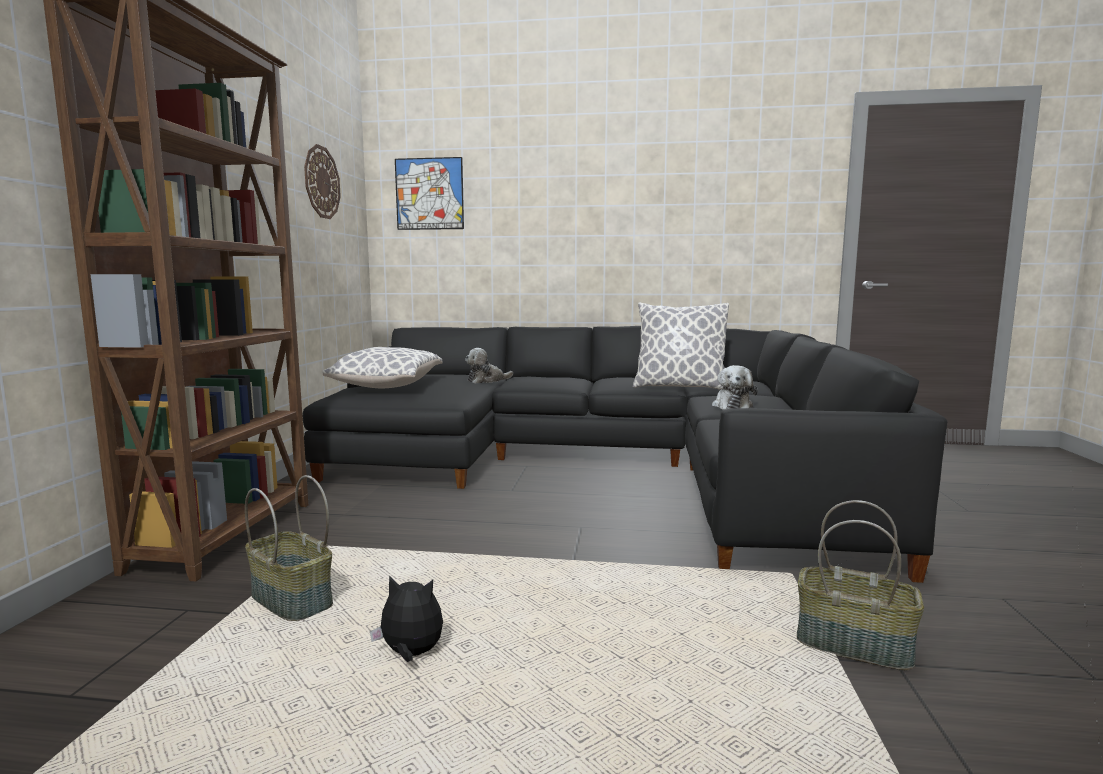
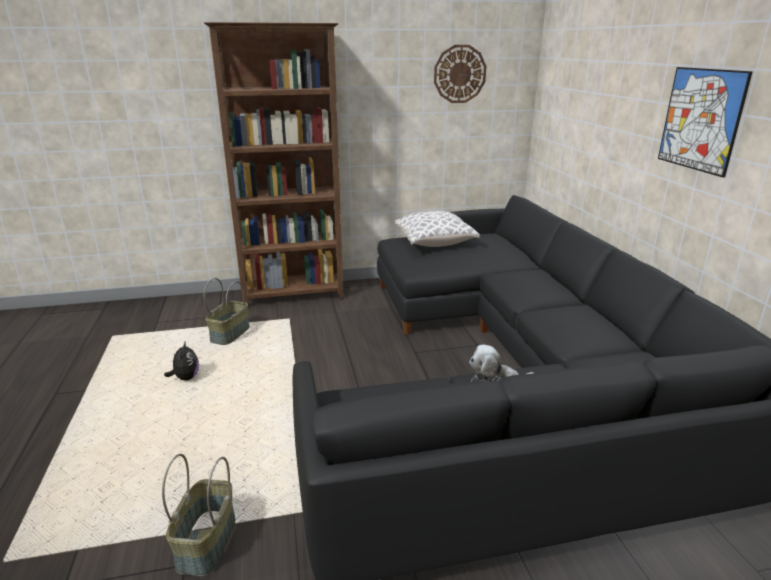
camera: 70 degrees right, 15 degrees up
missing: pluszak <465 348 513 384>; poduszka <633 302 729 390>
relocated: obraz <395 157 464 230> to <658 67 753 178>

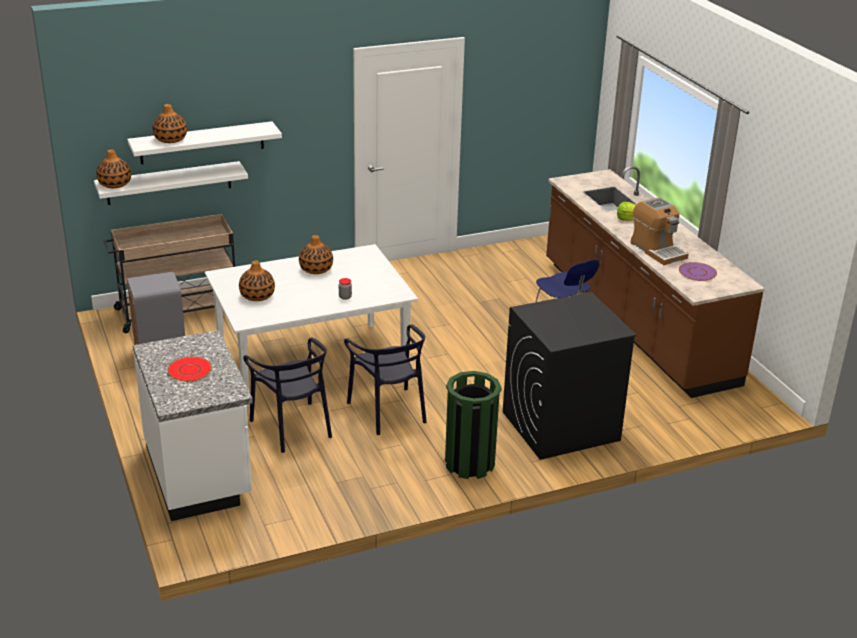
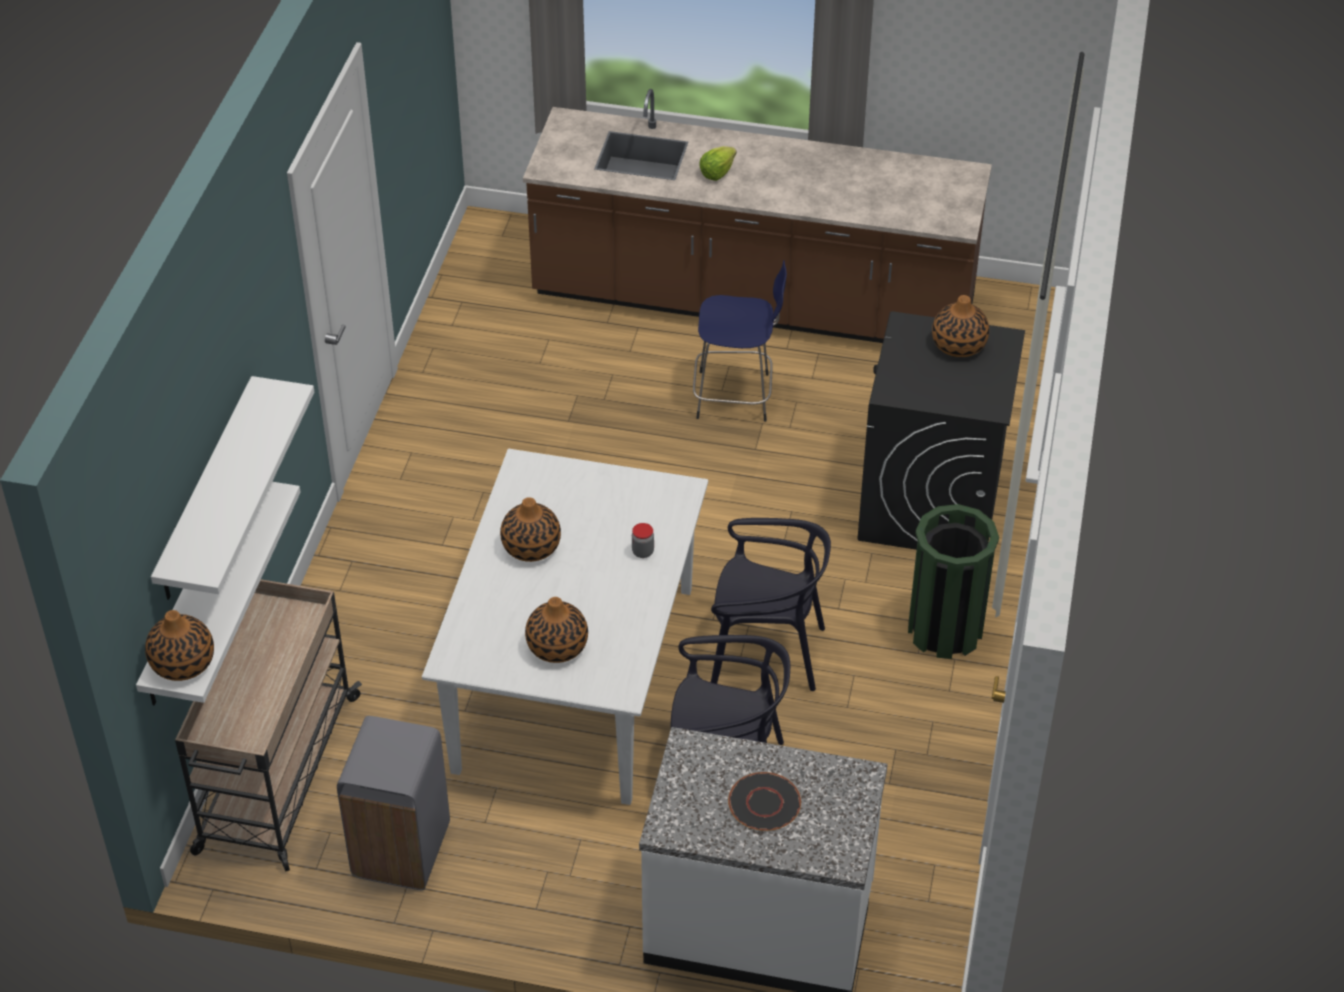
camera: 55 degrees left, 15 degrees up
missing: ekspres do kawy <630 197 689 265>; talerz [fioletowy] <679 262 717 281>
relocated: wazon <153 104 187 143> to <932 295 989 357>
colour: talerz [czerwony] <167 357 212 381> to talerz [czarny] <728 772 801 831>

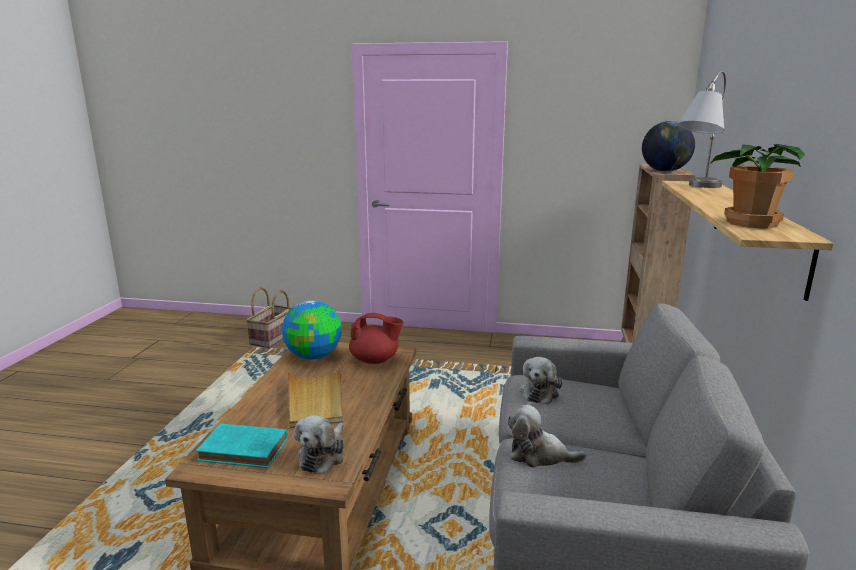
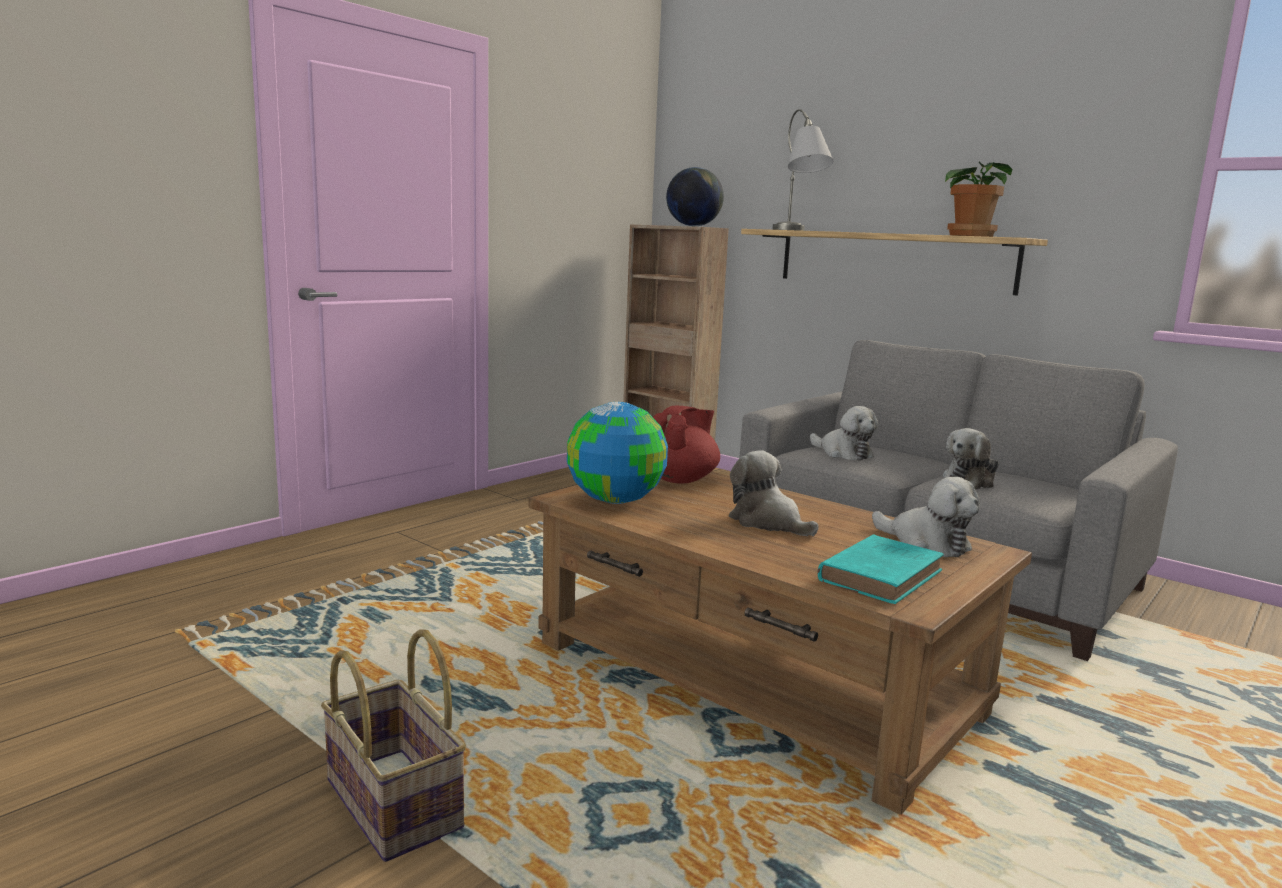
camera: 60 degrees left, 5 degrees down
relocated: koszyk <246 287 293 348> to <321 629 467 862>
exchanged: taca [beżowy] <288 367 343 428> to pluszak <729 450 819 536>

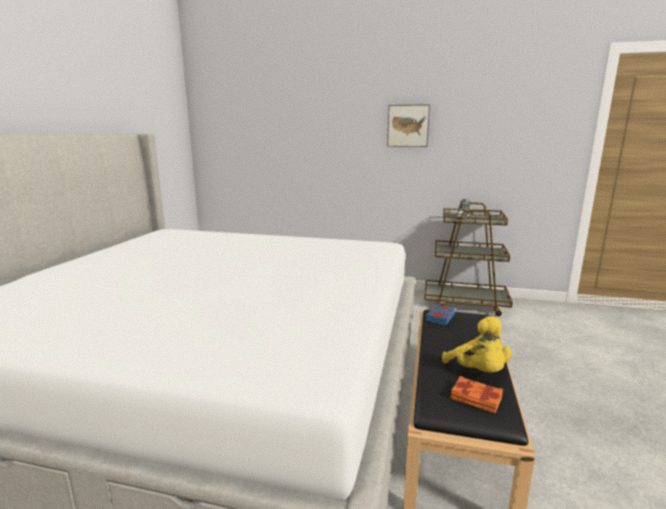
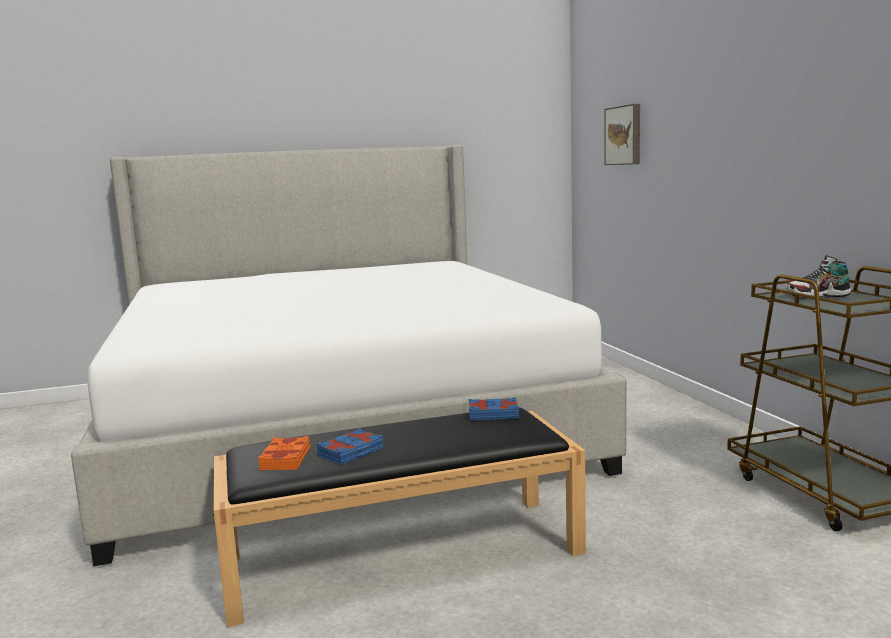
camera: 60 degrees right, 5 degrees down
relocated: obraz <387 104 430 147> to <605 104 640 165>
exchanged: pluszak [żółty] <442 316 512 373> to książka [niebieski] <317 428 383 465>

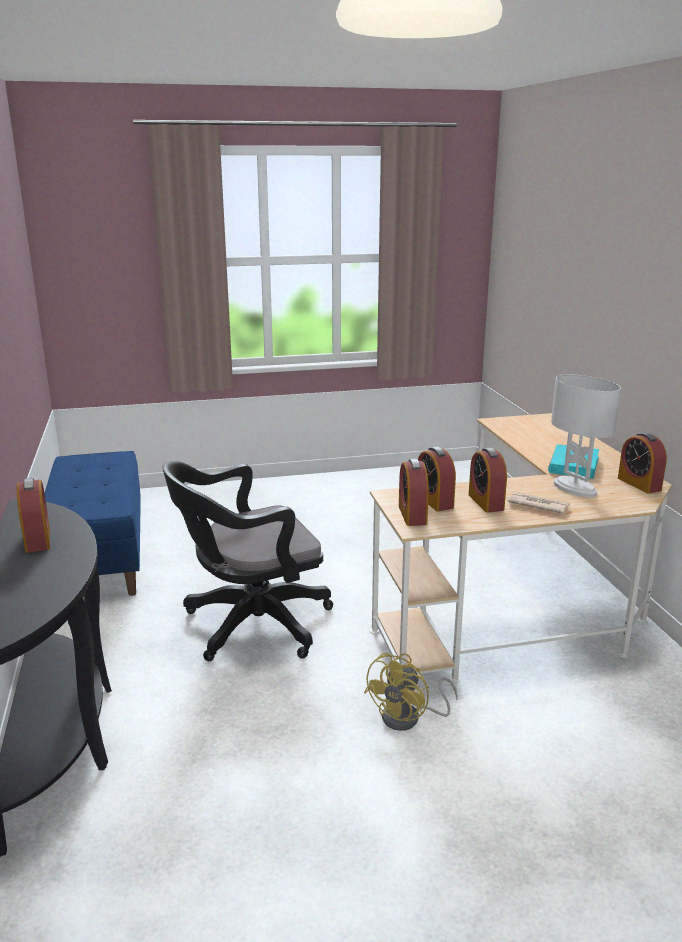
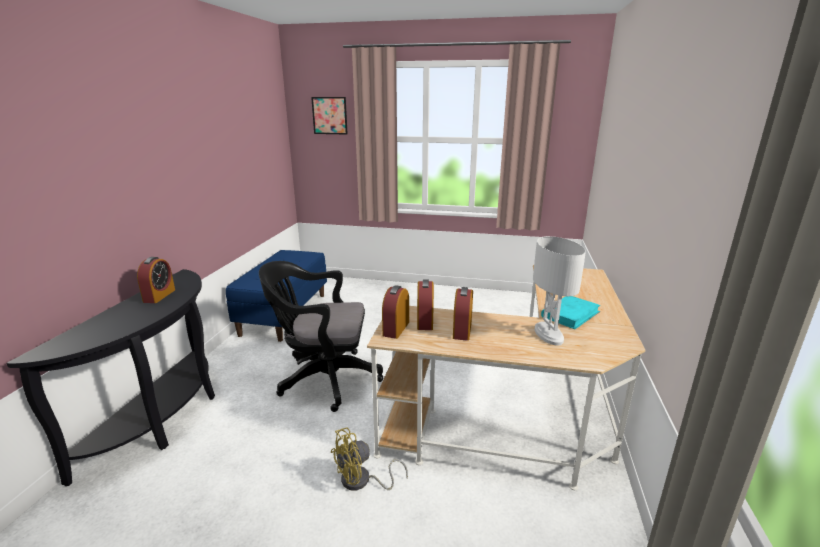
camera: 25 degrees right, 0 degrees up
missing: gazeta <508 492 570 514>; budzik <618 432 667 494>
appeared: obraz <311 97 348 134>

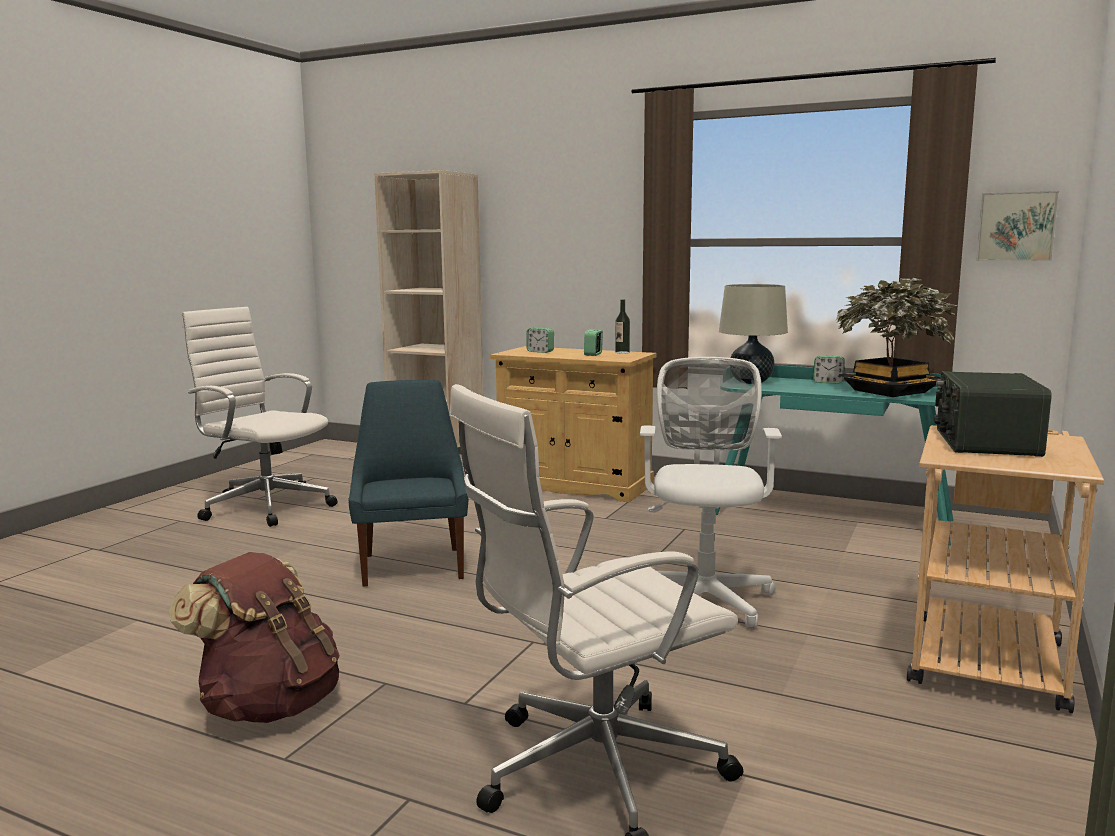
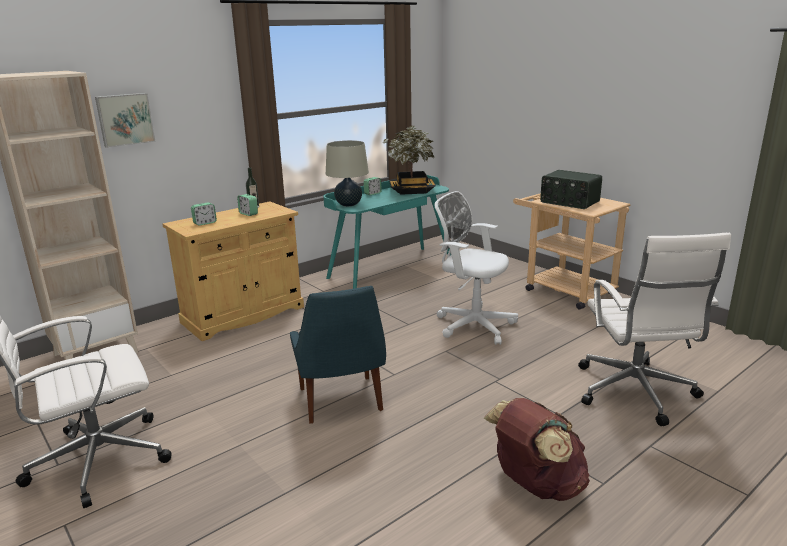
camera: 65 degrees left, 10 degrees up
relocated: obraz <976 191 1059 261> to <95 93 155 148>
spun: krzesło [niebieski] <348 380 469 587> = <290 286 386 424> 120 degrees counterclockwise

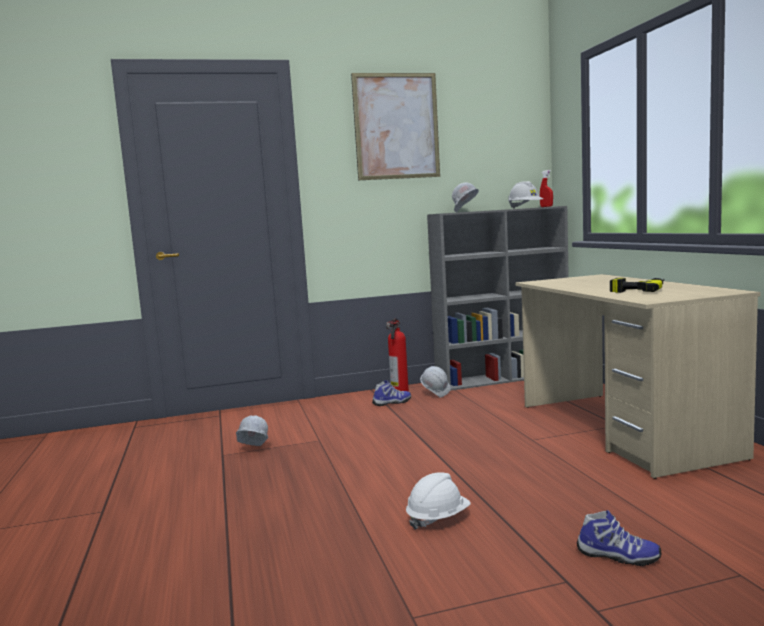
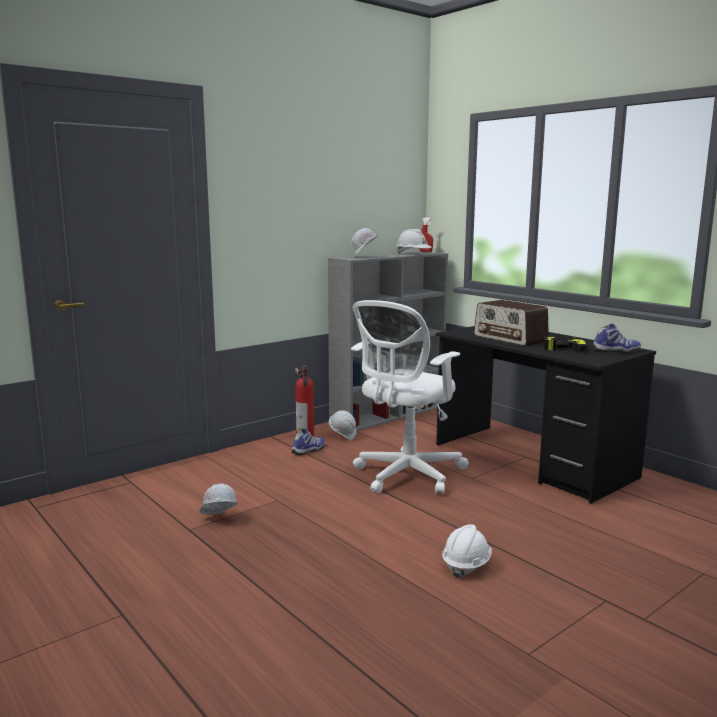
camera: 25 degrees left, 5 degrees up
missing: obraz <351 73 440 180>
appeared: krzesło biurowe [biały] <351 300 469 495>; radio <474 300 549 346>
relocated: but <577 510 661 566> to <592 324 641 353>
colour: biurko [beżowy] <516 274 761 479> to biurko [czarny] <436 326 656 504>

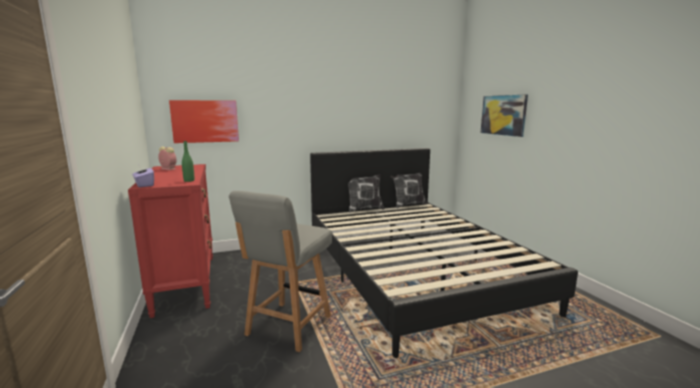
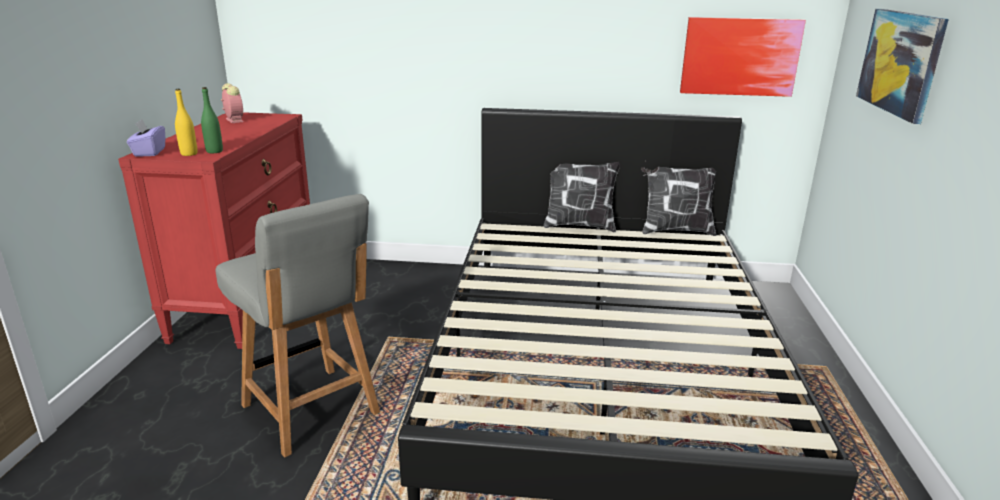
camera: 25 degrees right, 10 degrees up
appeared: butelka [żółty] <175 89 198 156>
relocated: obraz <169 100 239 143> to <680 17 806 97>
spun: krzesło [szary] <229 191 332 352> = <215 194 380 457> 90 degrees counterclockwise

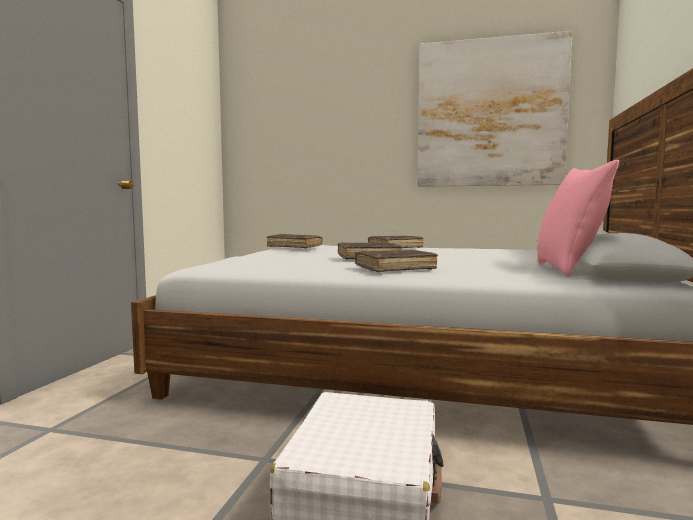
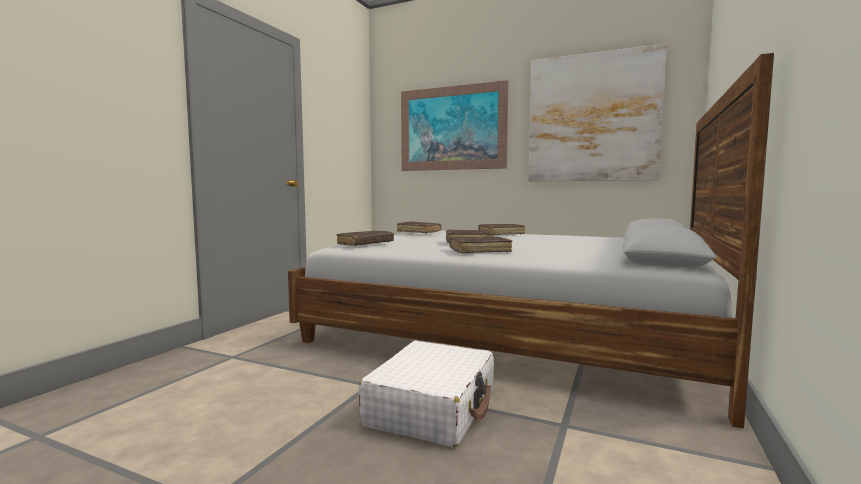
camera: 10 degrees right, 0 degrees up
missing: poduszka [różowy] <537 160 619 277>
appeared: książka [brązowy] <337 230 394 246>; obraz <401 80 508 171>

